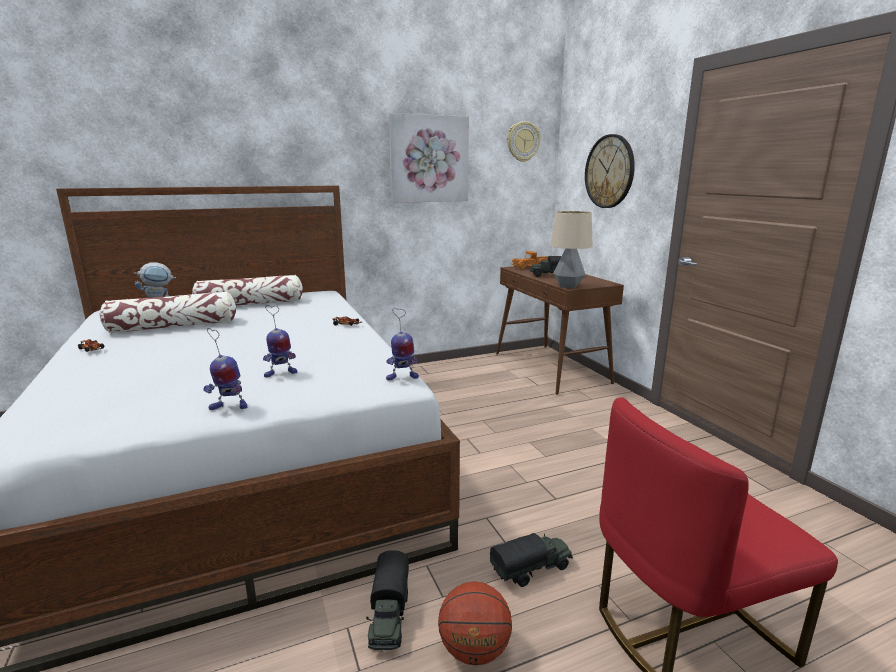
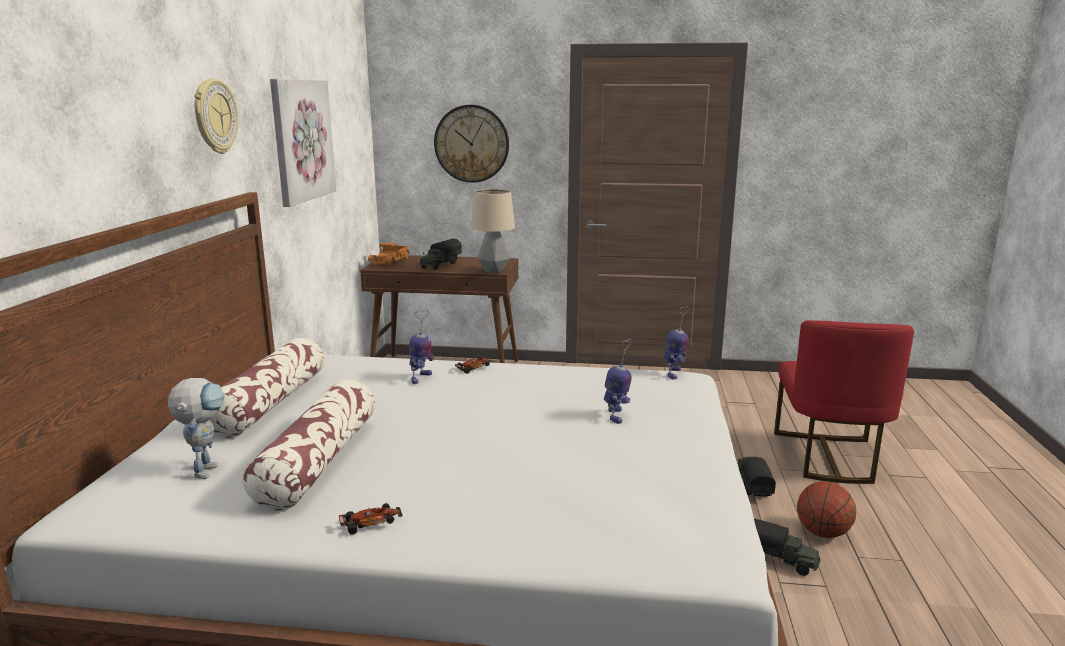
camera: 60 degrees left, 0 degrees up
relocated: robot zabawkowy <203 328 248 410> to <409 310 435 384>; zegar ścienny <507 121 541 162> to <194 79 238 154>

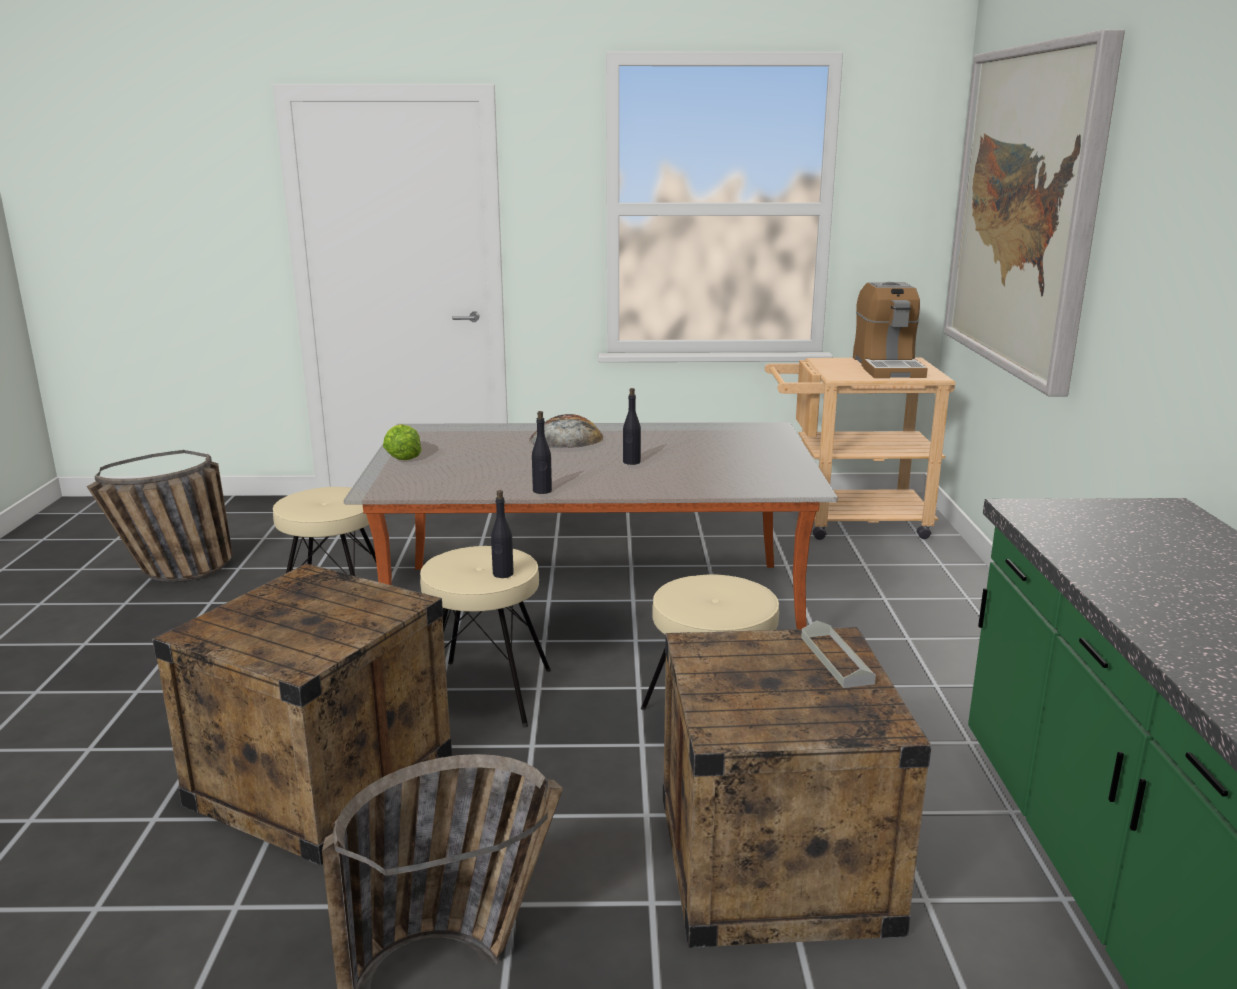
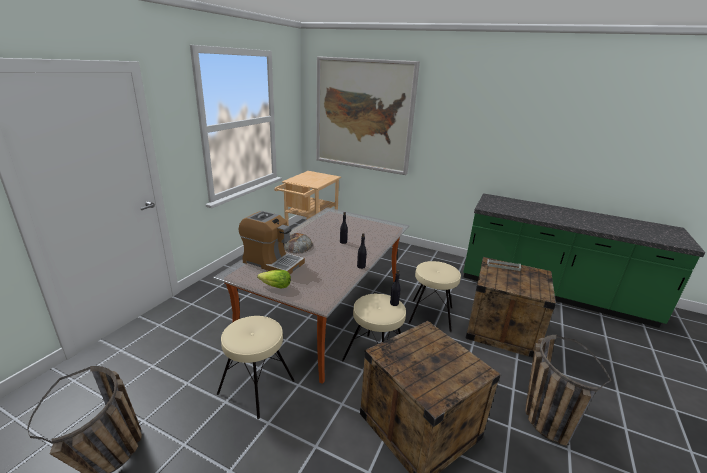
camera: 65 degrees left, 5 degrees up
relocated: ekspres do kawy <853 282 928 378> to <239 211 305 274>

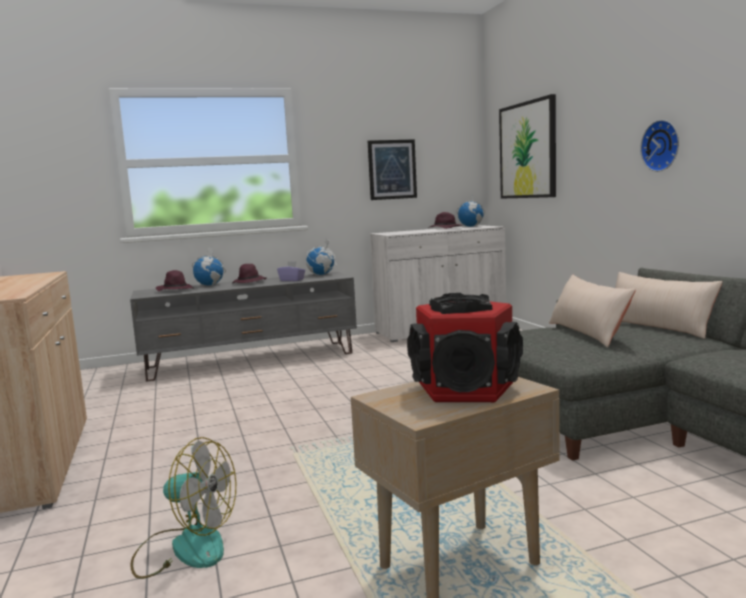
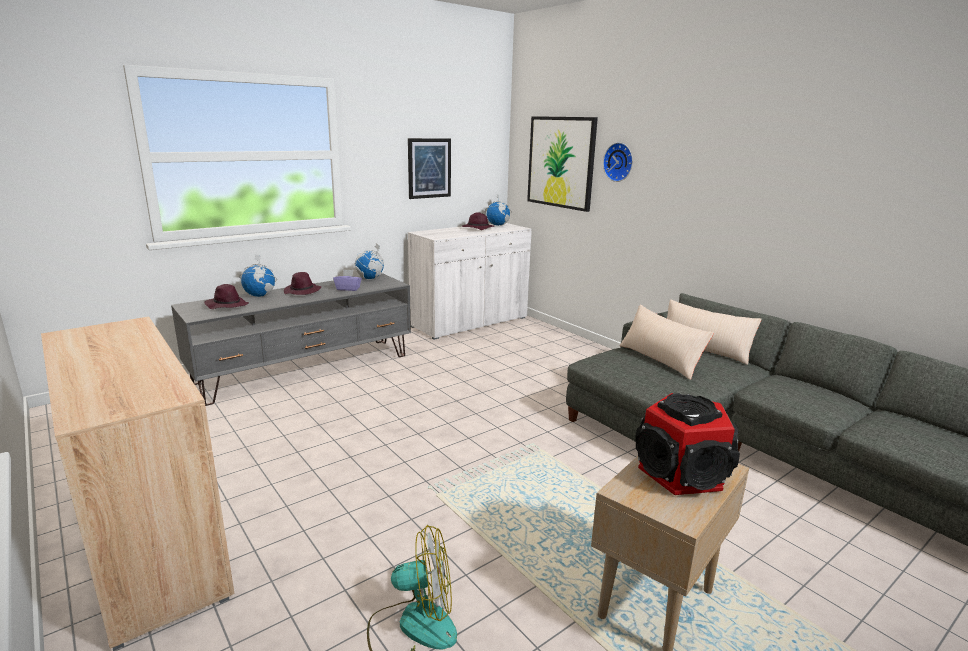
camera: 20 degrees left, 10 degrees up
relocated: zegar ścienny <640 120 679 172> to <603 143 633 182>

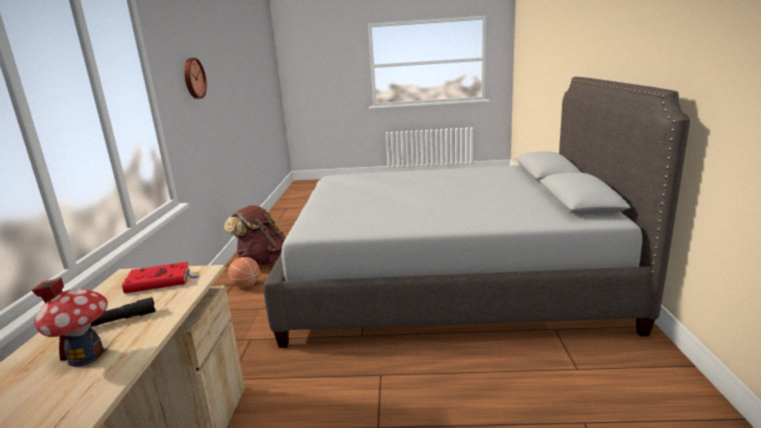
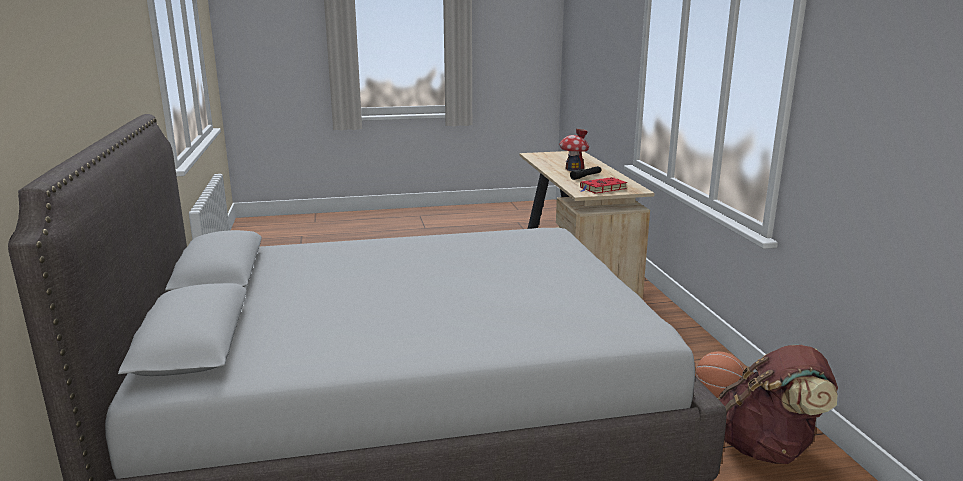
camera: 165 degrees right, 0 degrees up
missing: zegar ścienny <184 58 207 99>

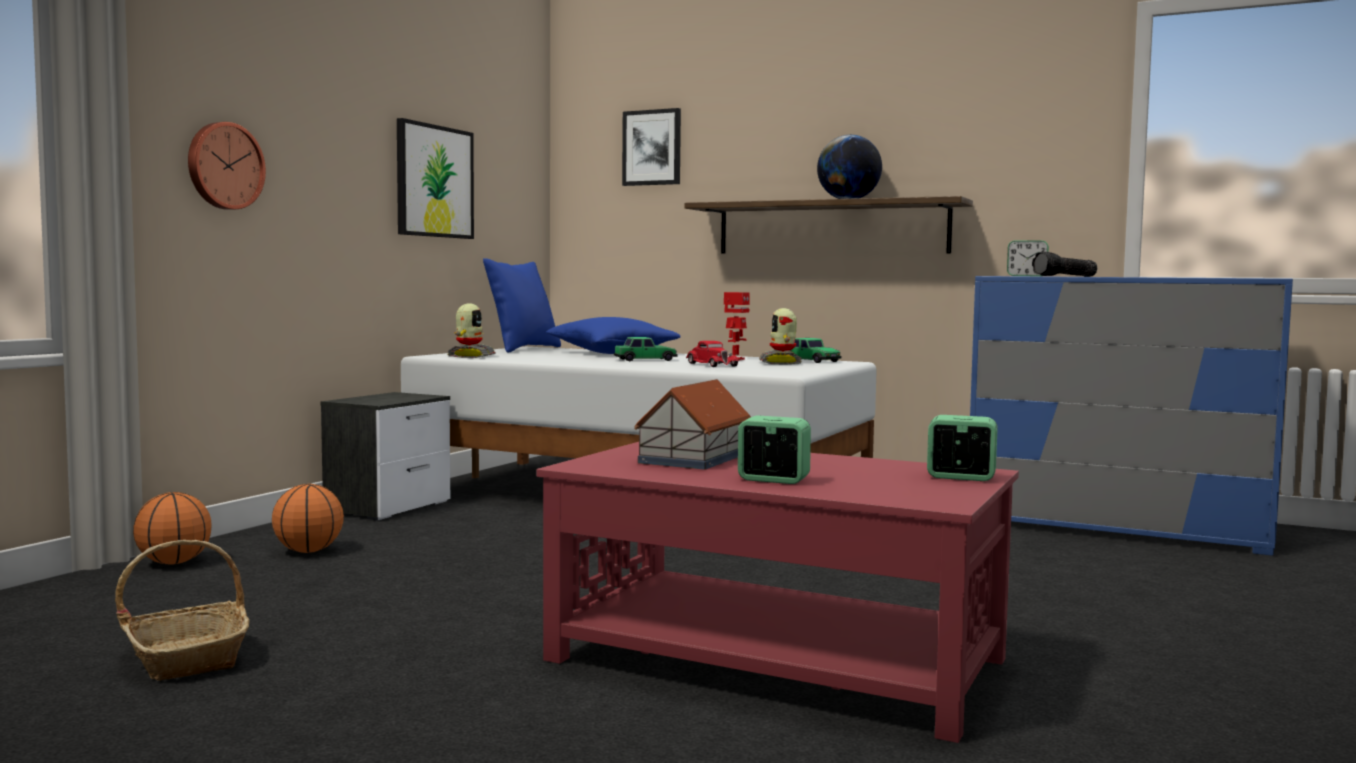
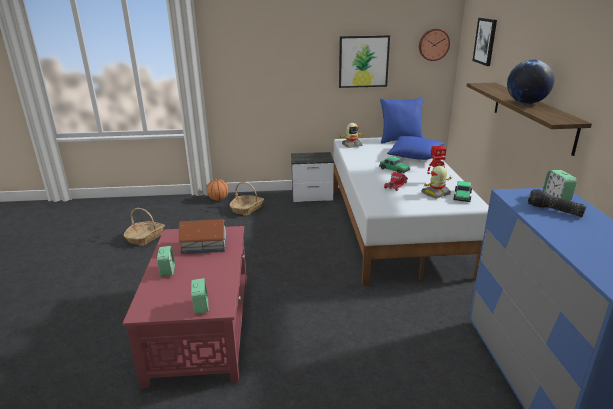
camera: 60 degrees right, 20 degrees up
relocated: zegar ścienny <188 122 266 210> to <419 29 450 61>
exchanged: piłka do koszykówki <272 484 344 553> to koszyk <230 182 264 216>

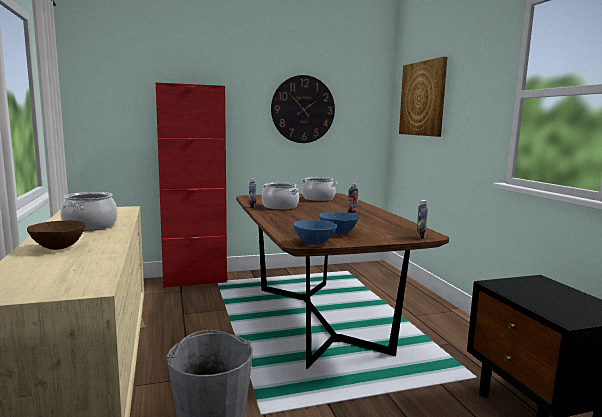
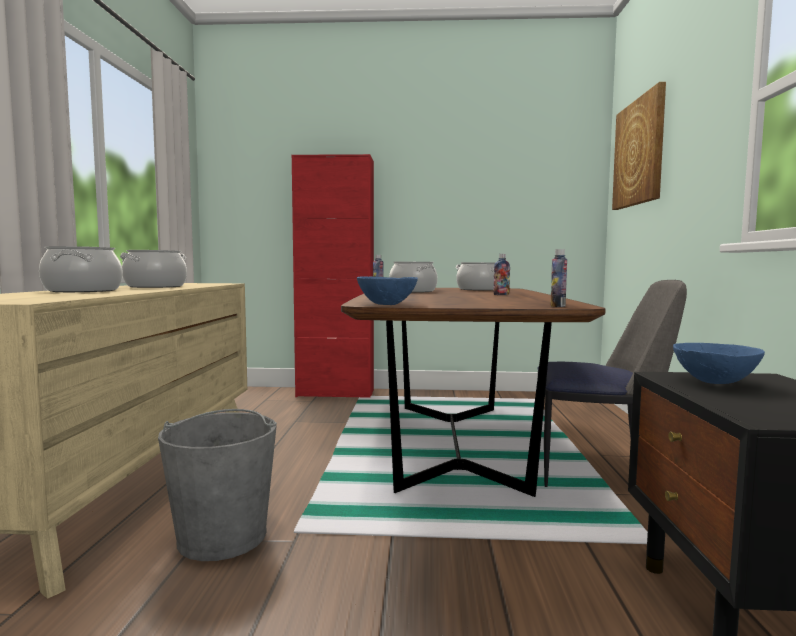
camera: 20 degrees right, 5 degrees down
missing: zegar ścienny <271 75 335 143>
appeared: krzesło <537 280 687 487>
relocated: miska [niebieski] <319 212 359 234> to <673 343 765 384>
exchanged: miska [brązowy] <27 220 86 250> to garnek <39 246 123 292>

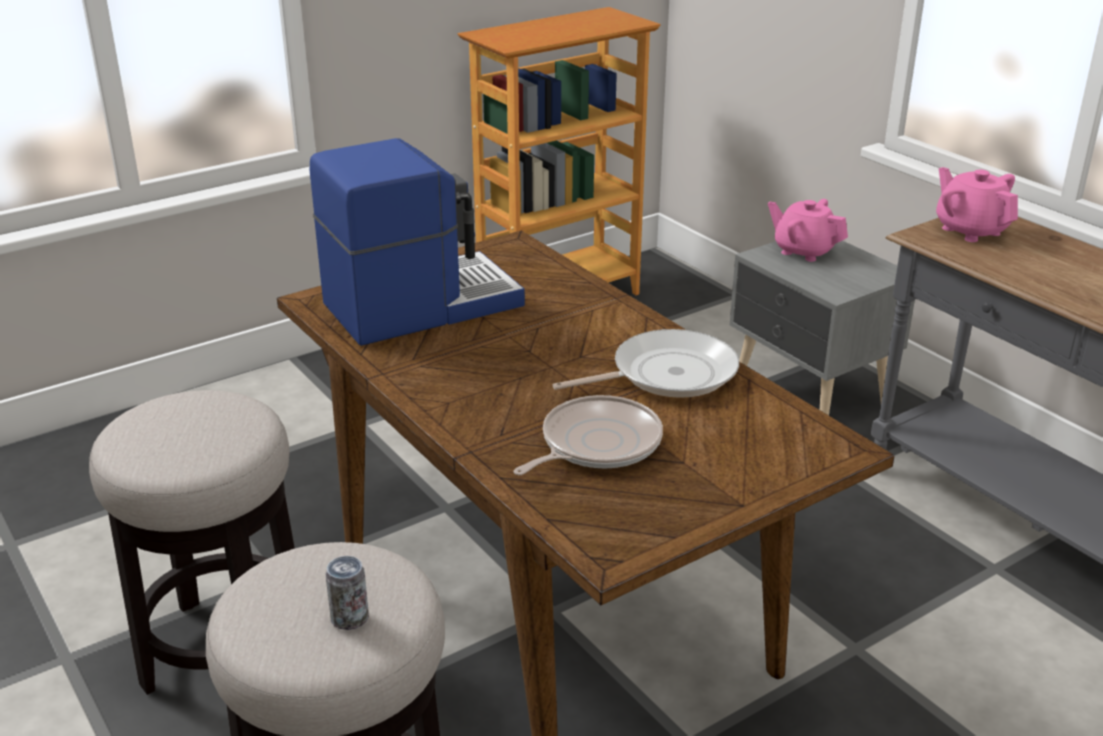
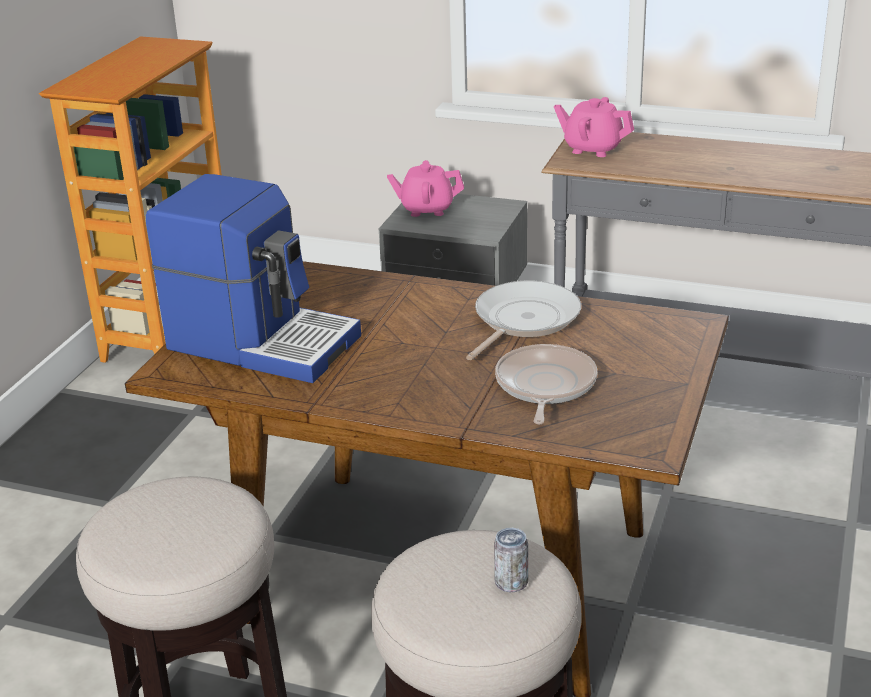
camera: 35 degrees left, 0 degrees up
spun: ekspres do kawy <310 138 525 346> = <146 174 361 383> 90 degrees clockwise

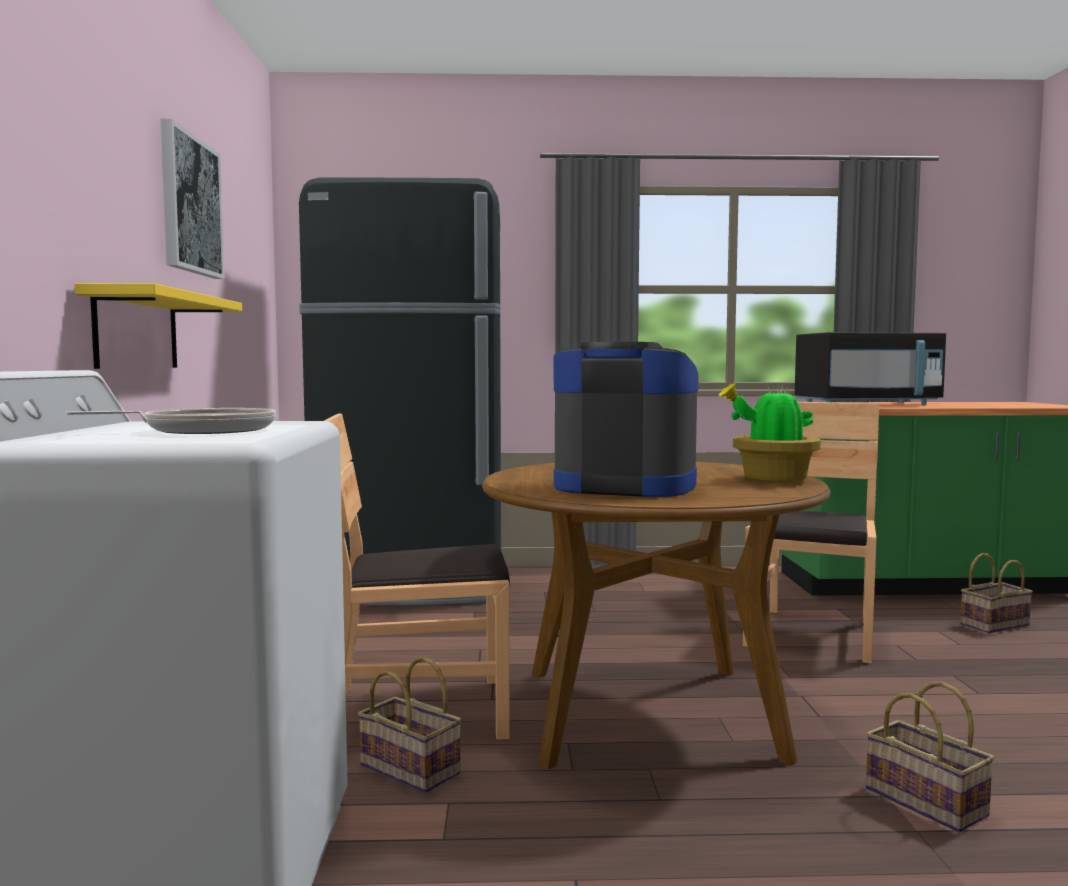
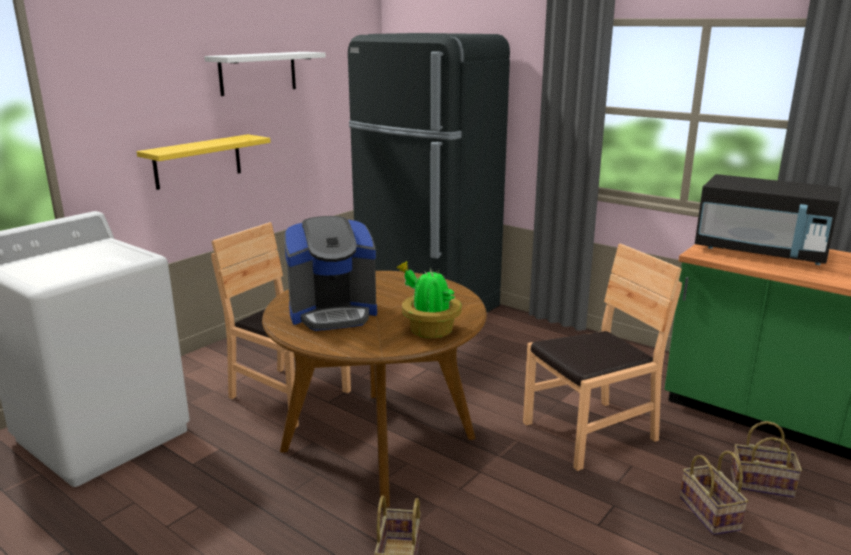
camera: 40 degrees right, 15 degrees up
missing: patelnia <66 408 276 434>
relocated: koszyk <358 656 462 793> to <680 451 748 535>
exchanged: obraz <161 119 225 279> to półka [biały] <204 52 326 96>
spun: ekspres do kawy <553 342 699 497> = <284 216 377 331> 105 degrees clockwise

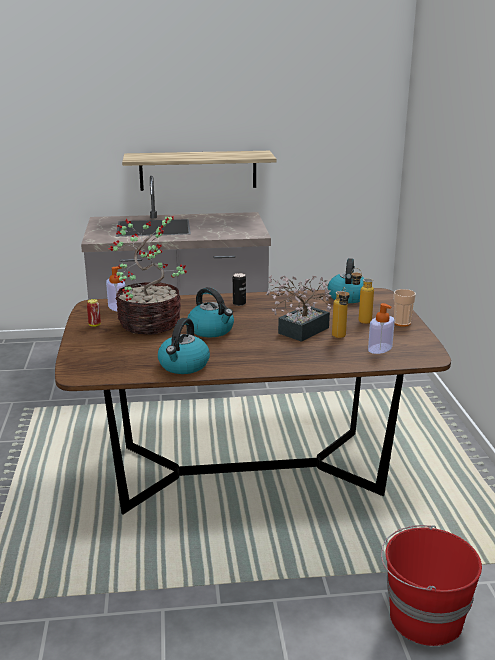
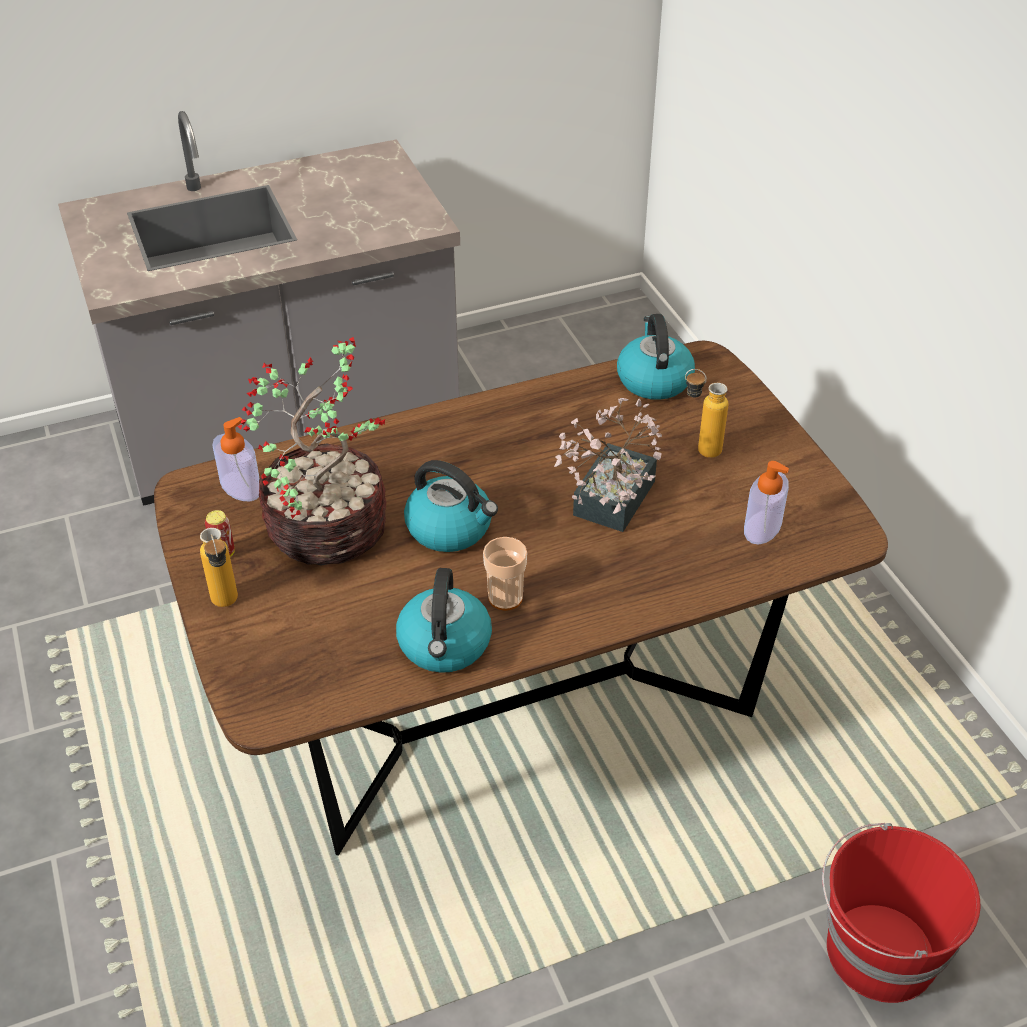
camera: 15 degrees left, 20 degrees up
missing: półka <122 151 277 191>; puszka <233 273 246 306>
relocated: butelka <332 287 350 338> to <200 528 238 607>; filiżanka <394 289 416 327> to <483 537 527 611>

